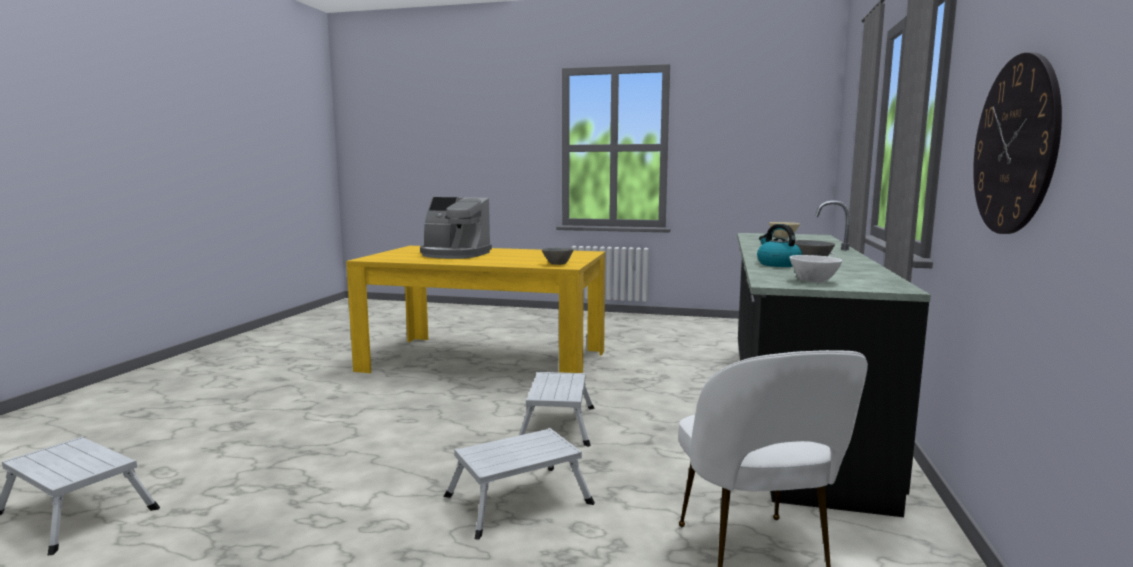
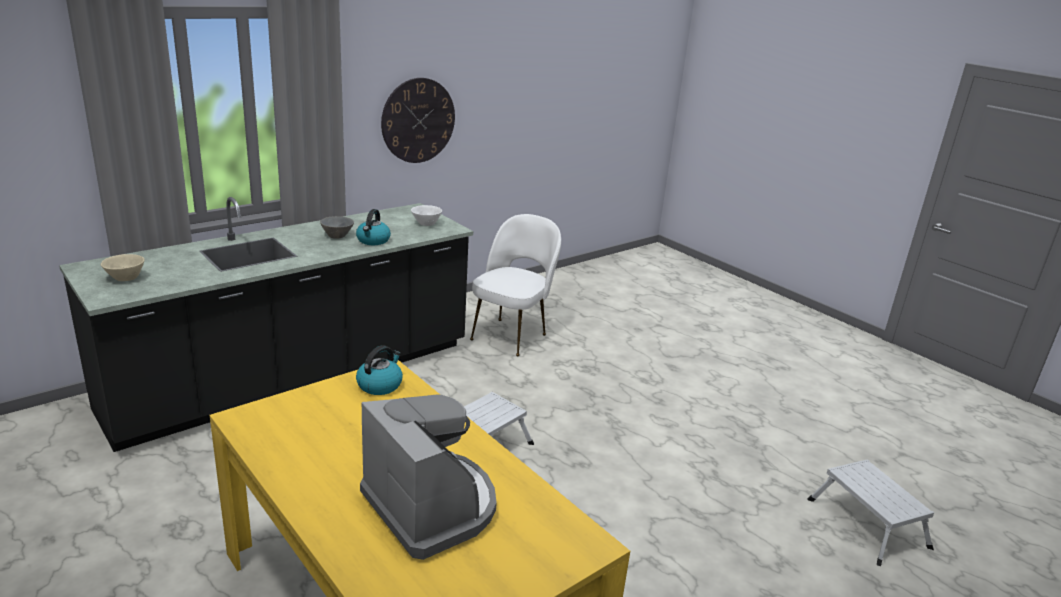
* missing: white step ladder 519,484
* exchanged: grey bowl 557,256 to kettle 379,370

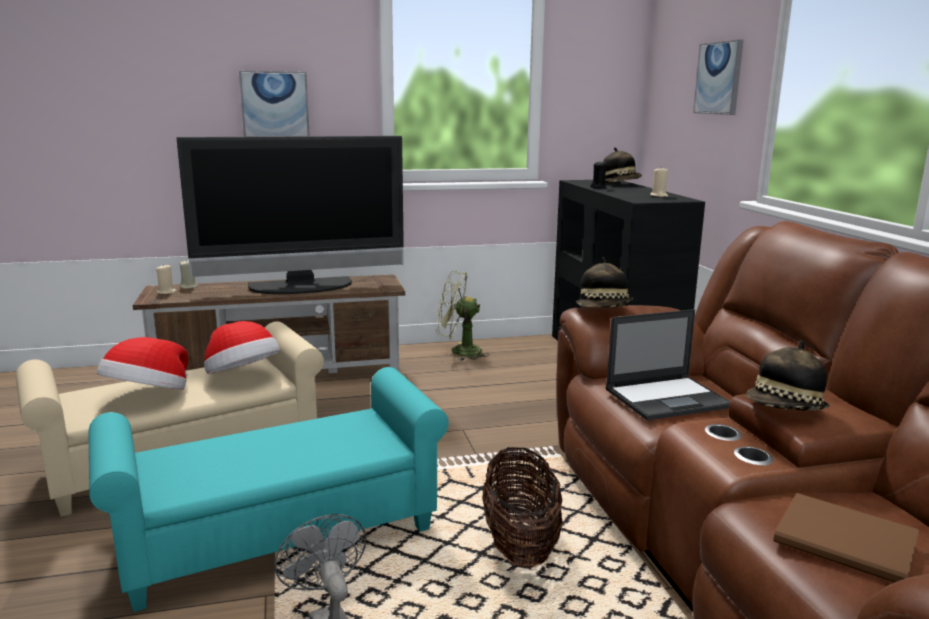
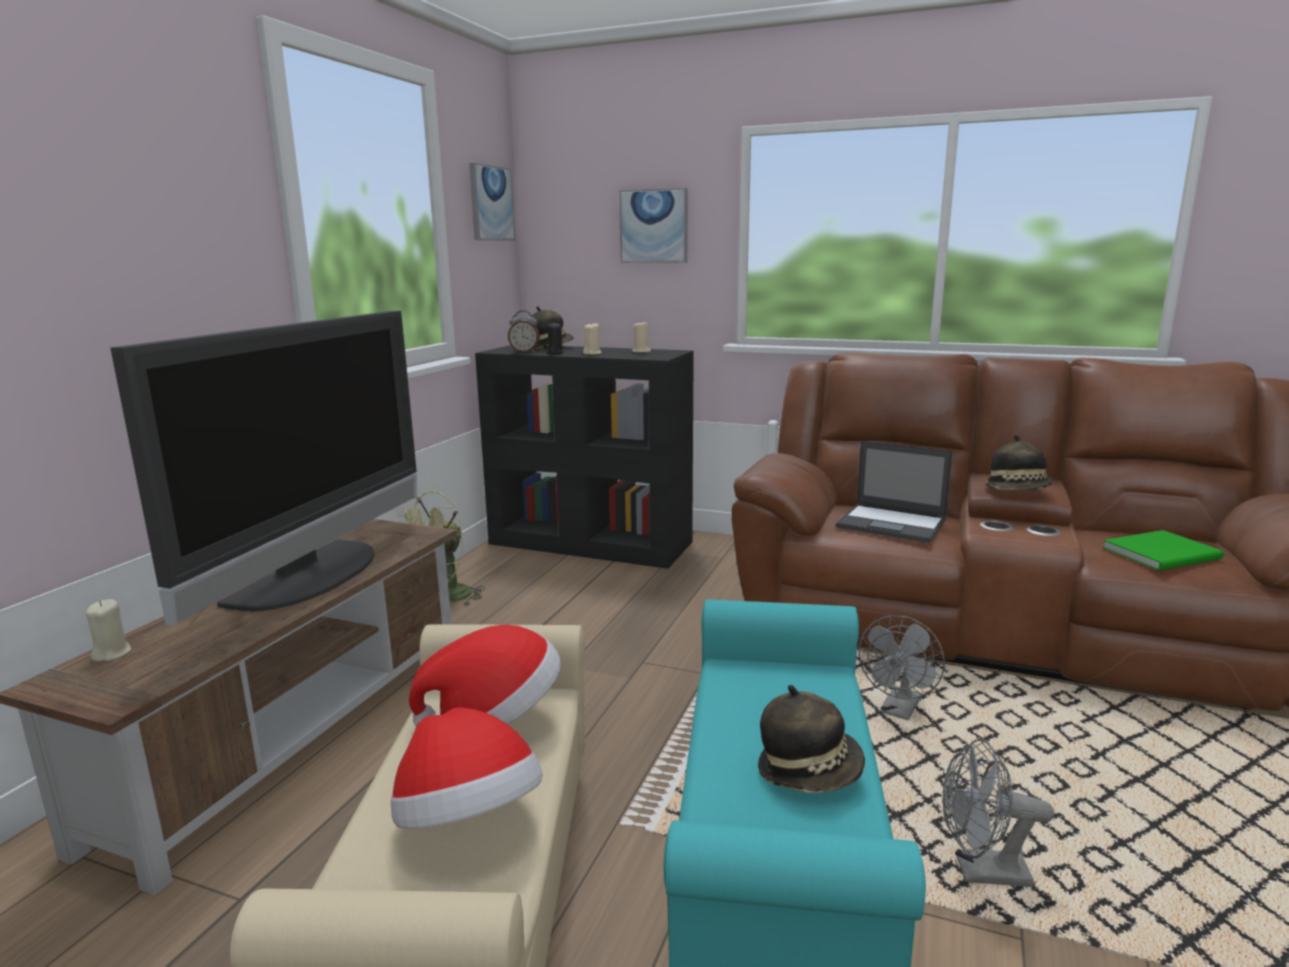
* relocated: beige candle 166,279 to 592,338
* relocated: picture 274,104 to 492,201
* exchanged: basket 522,507 to grey fan 902,668
* relocated: hat 604,282 to 811,739
* spun: laptop 668,365 = 894,492 105 degrees clockwise
* colour: brown book 846,538 to green book 1163,550
* appeared: alarm clock 524,332

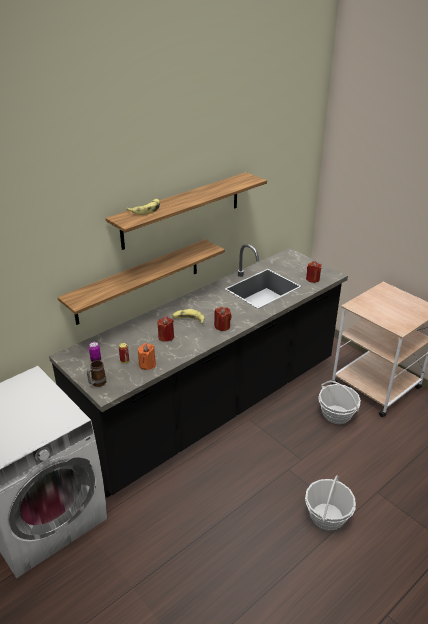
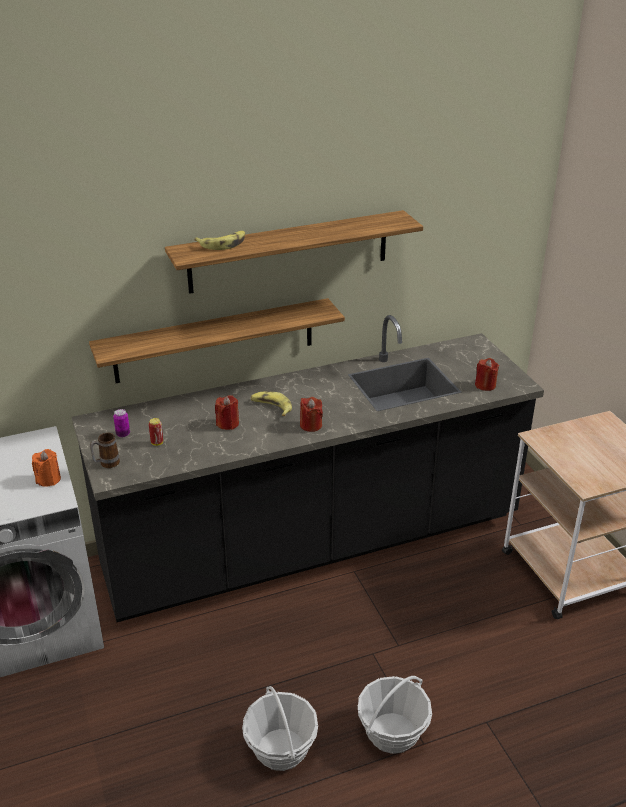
* relocated: orange candle 147,356 to 46,468
* relocated: basket 340,402 to 280,728

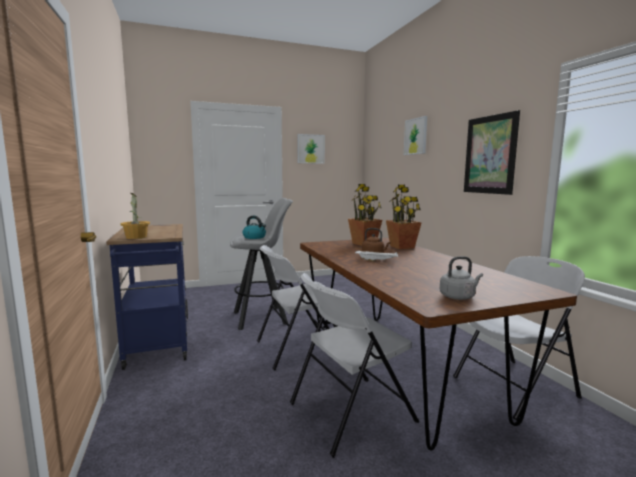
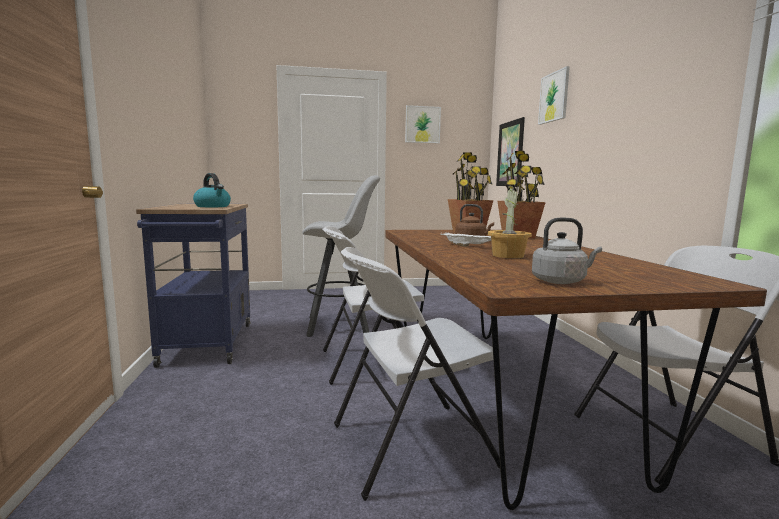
* relocated: potted plant 135,216 to 510,221
* relocated: kettle 254,227 to 212,190
* relocated: picture 492,152 to 510,151

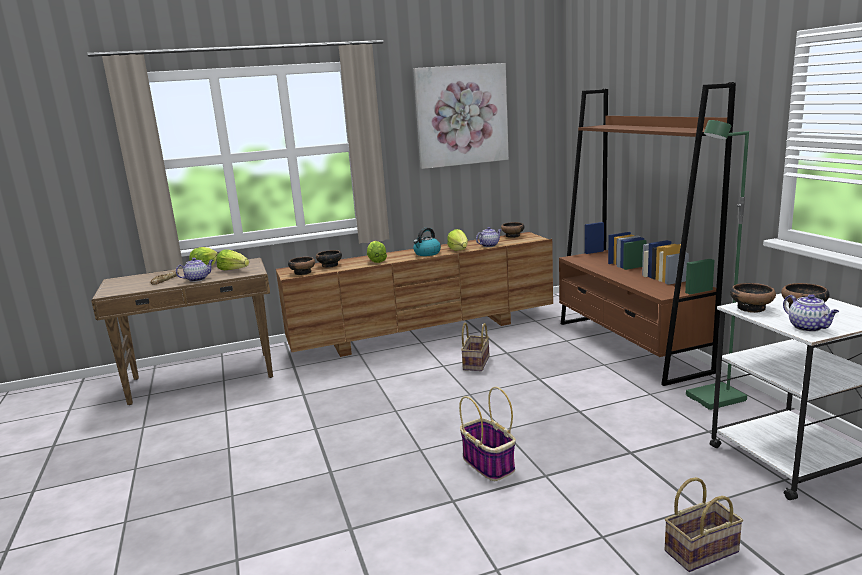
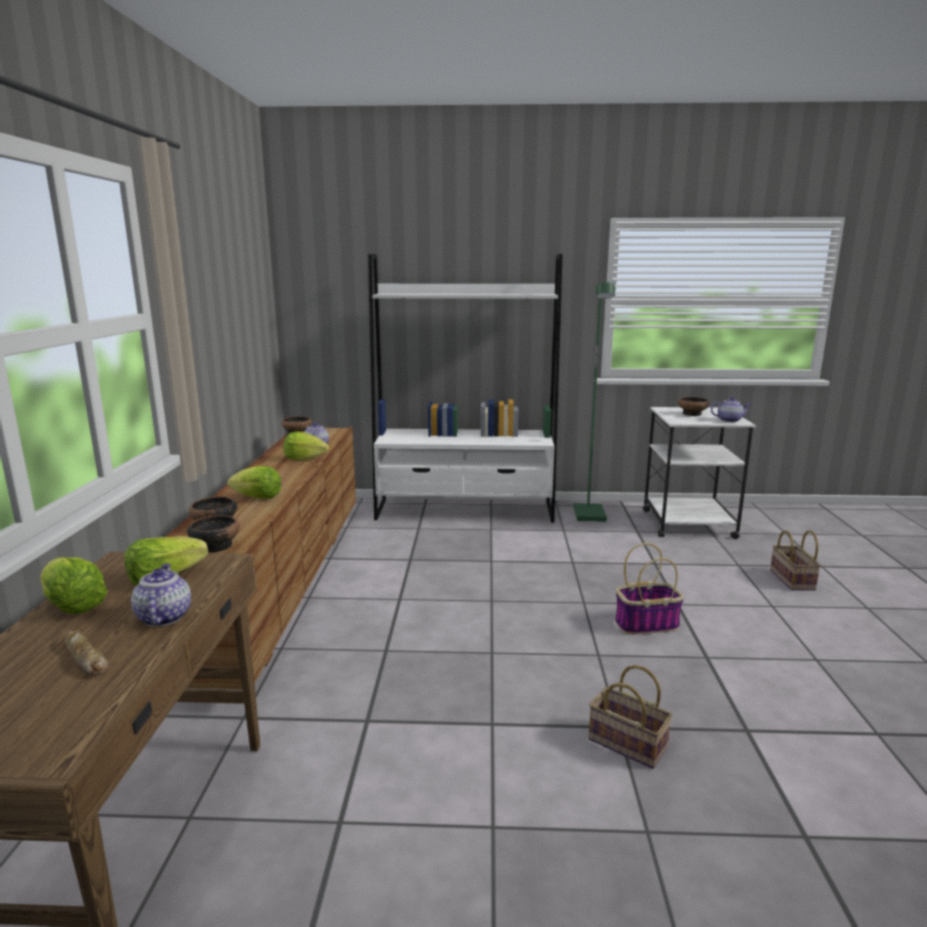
* missing: picture 461,116
* missing: kettle 427,242
* relocated: basket 475,346 to 631,717
* colour: brown bookcase 647,234 to white bookcase 465,388
* missing: bowl 753,298

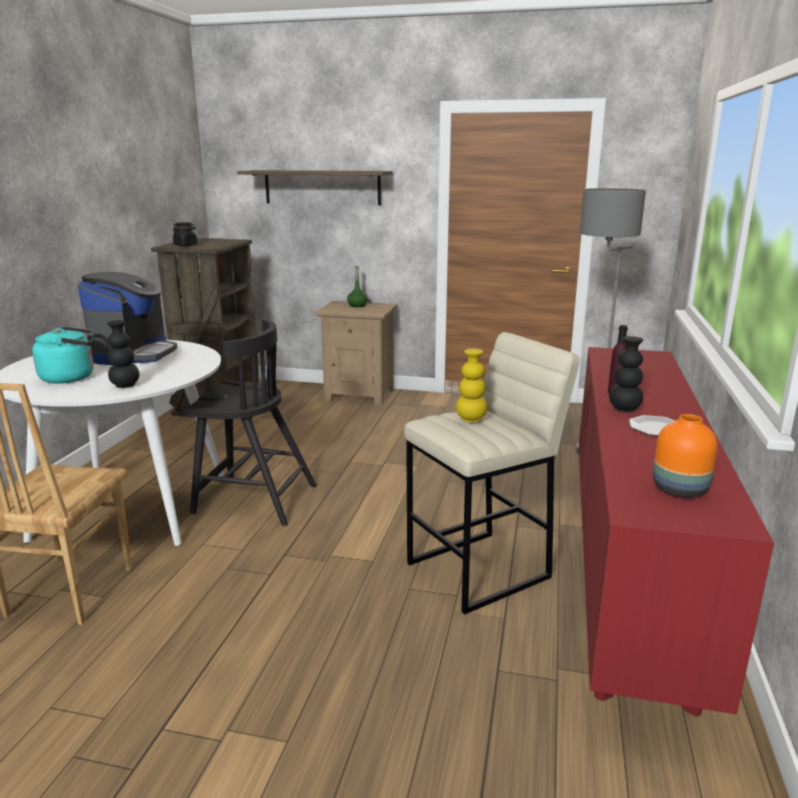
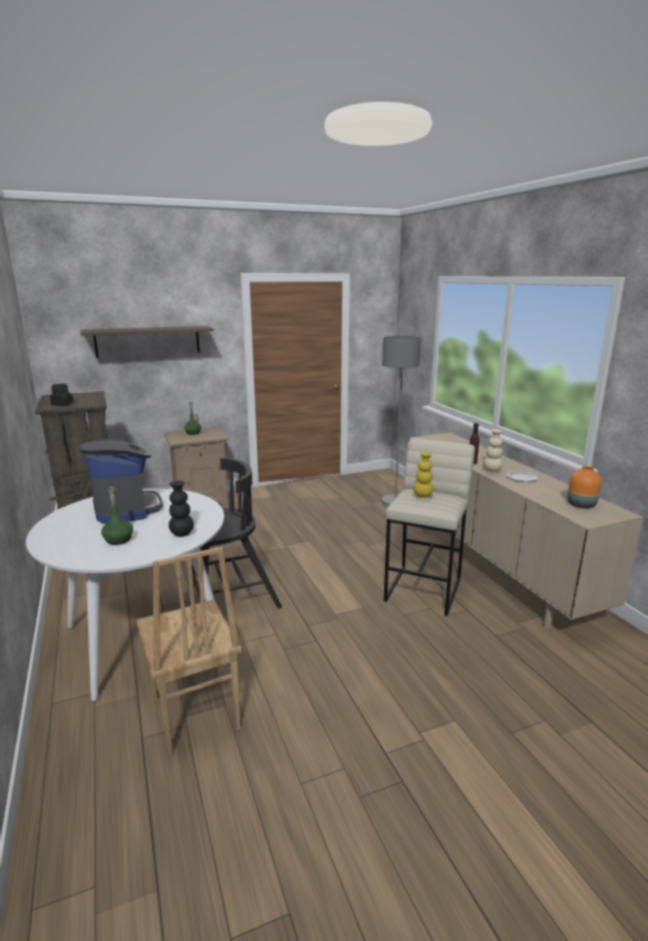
* exchanged: turquoise kettle 63,354 to green bottle 117,516
* colour: red cabinet 676,531 to beige cabinet 526,531
* colour: black vase 626,374 to beige vase 493,451

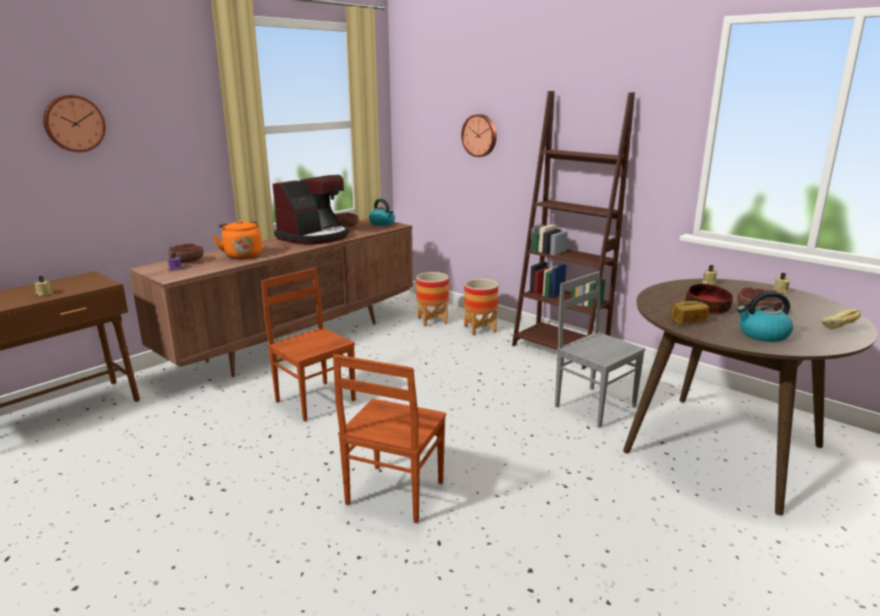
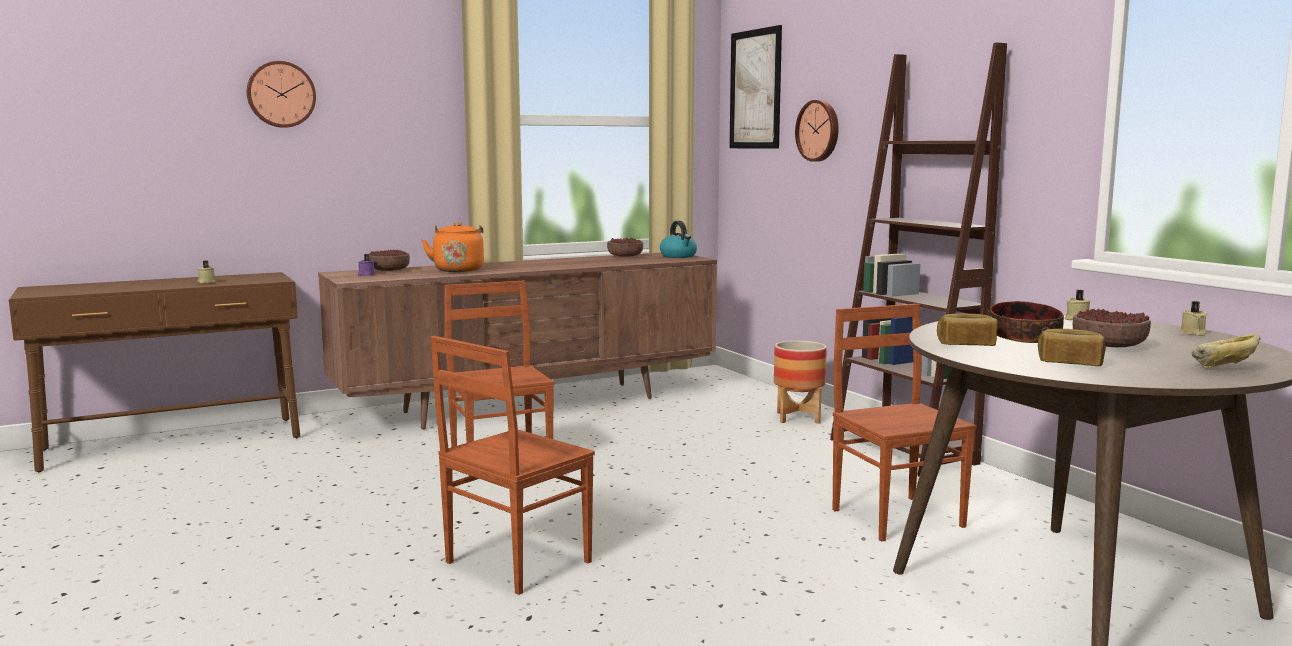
* missing: coffee machine 311,209
* missing: planter 432,299
* colour: grey chair 600,349 to brown chair 905,423
* exchanged: kettle 765,316 to bread 1072,347
* appeared: picture 755,87

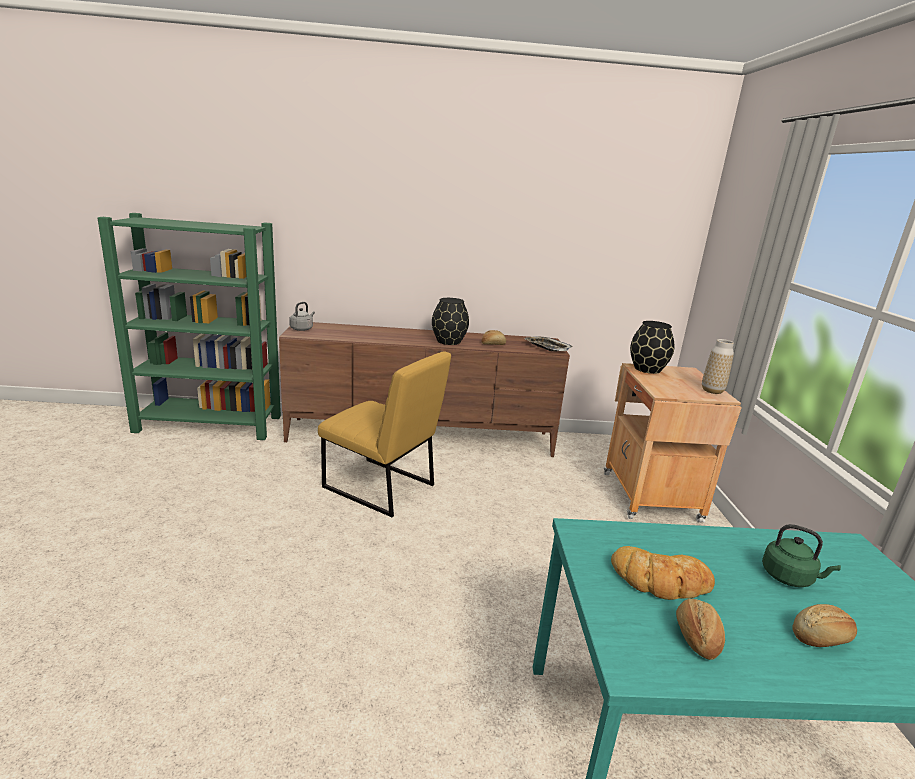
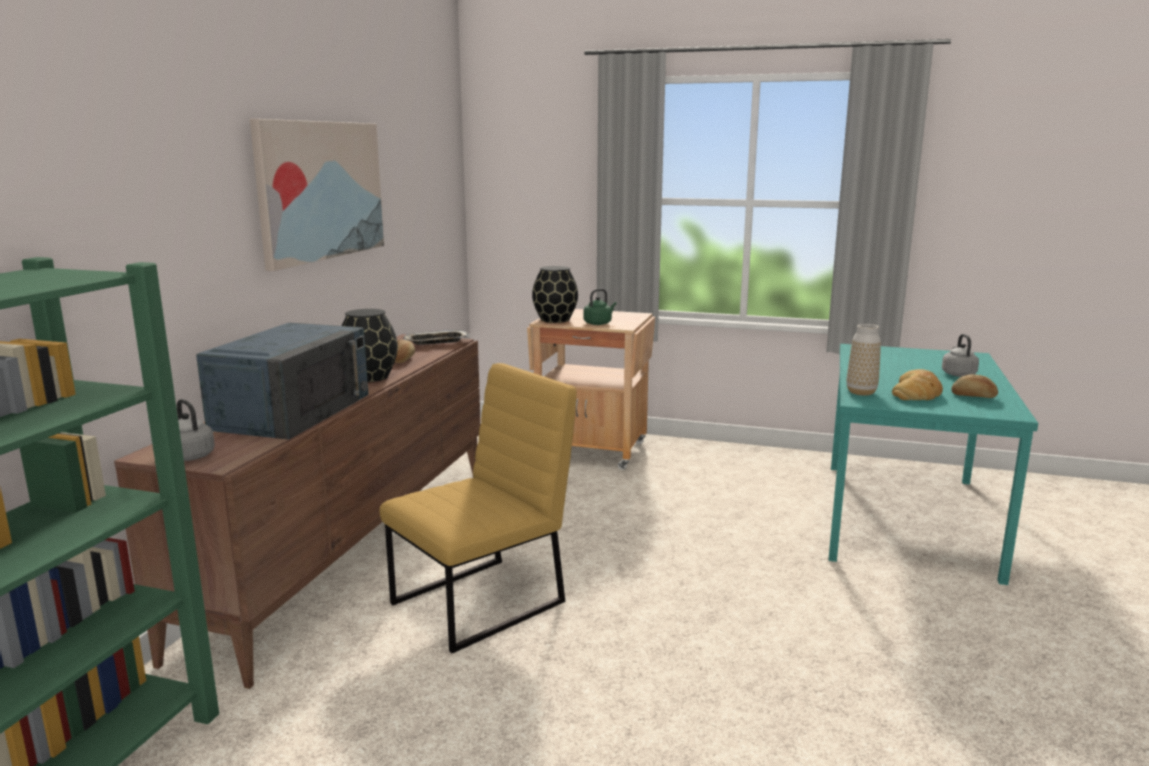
* relocated: vase 718,366 to 864,360
* relocated: green kettle 801,555 to 599,307
* exchanged: bread 824,625 to grey kettle 960,355
* appeared: blue microwave 282,381
* appeared: picture 317,195

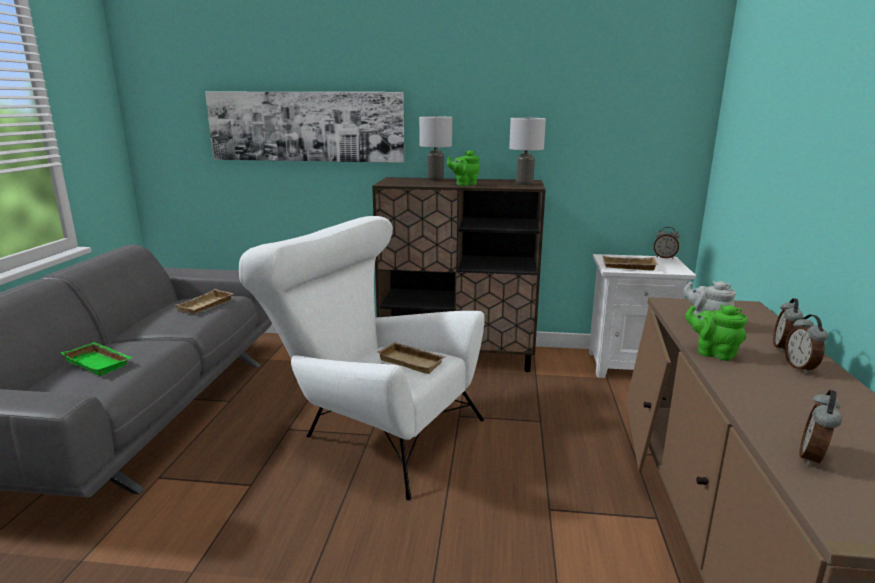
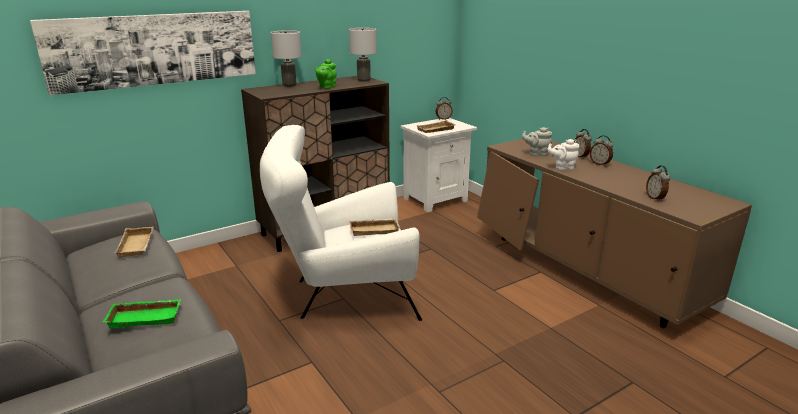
* colour: green teapot 716,333 to white teapot 563,154

